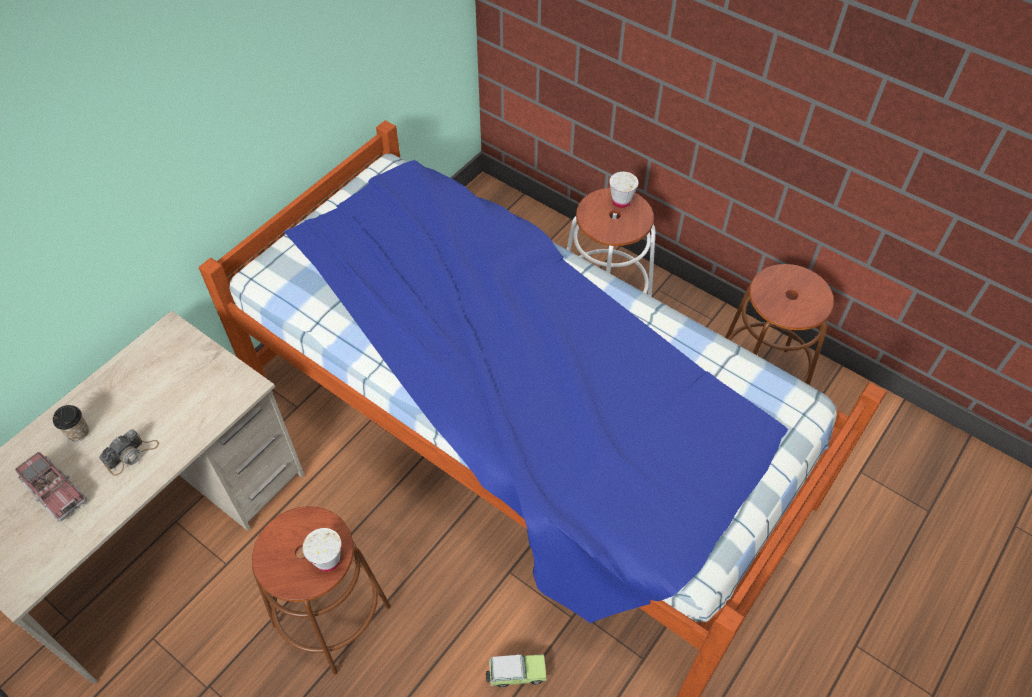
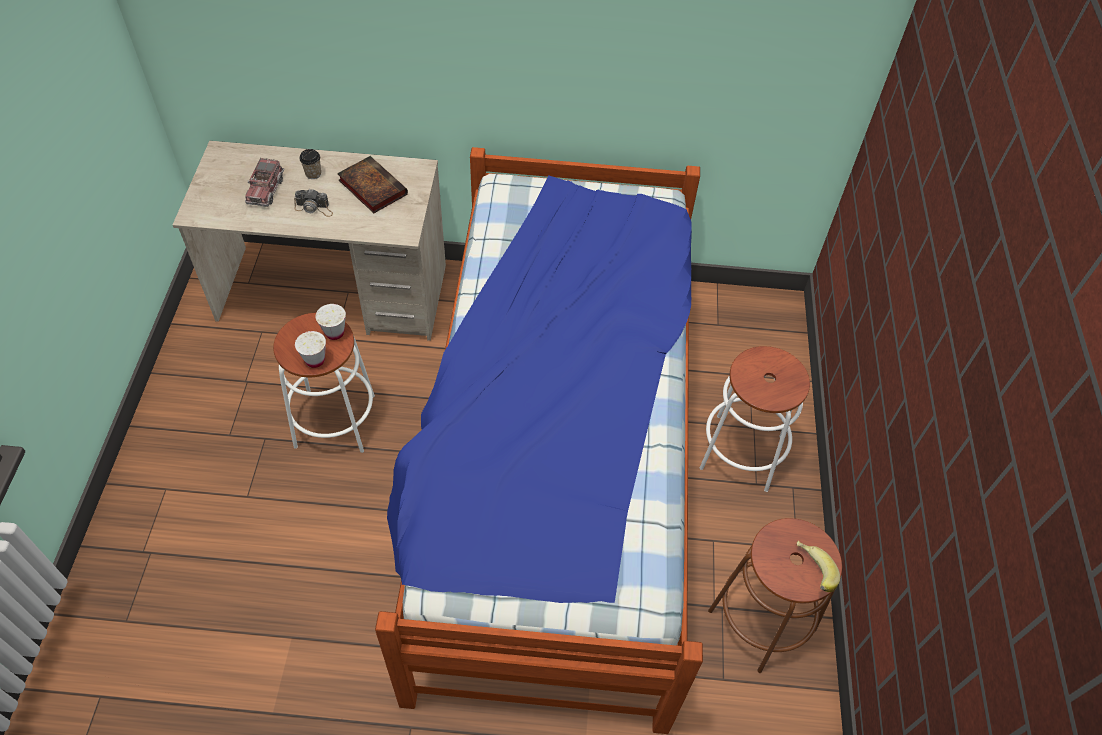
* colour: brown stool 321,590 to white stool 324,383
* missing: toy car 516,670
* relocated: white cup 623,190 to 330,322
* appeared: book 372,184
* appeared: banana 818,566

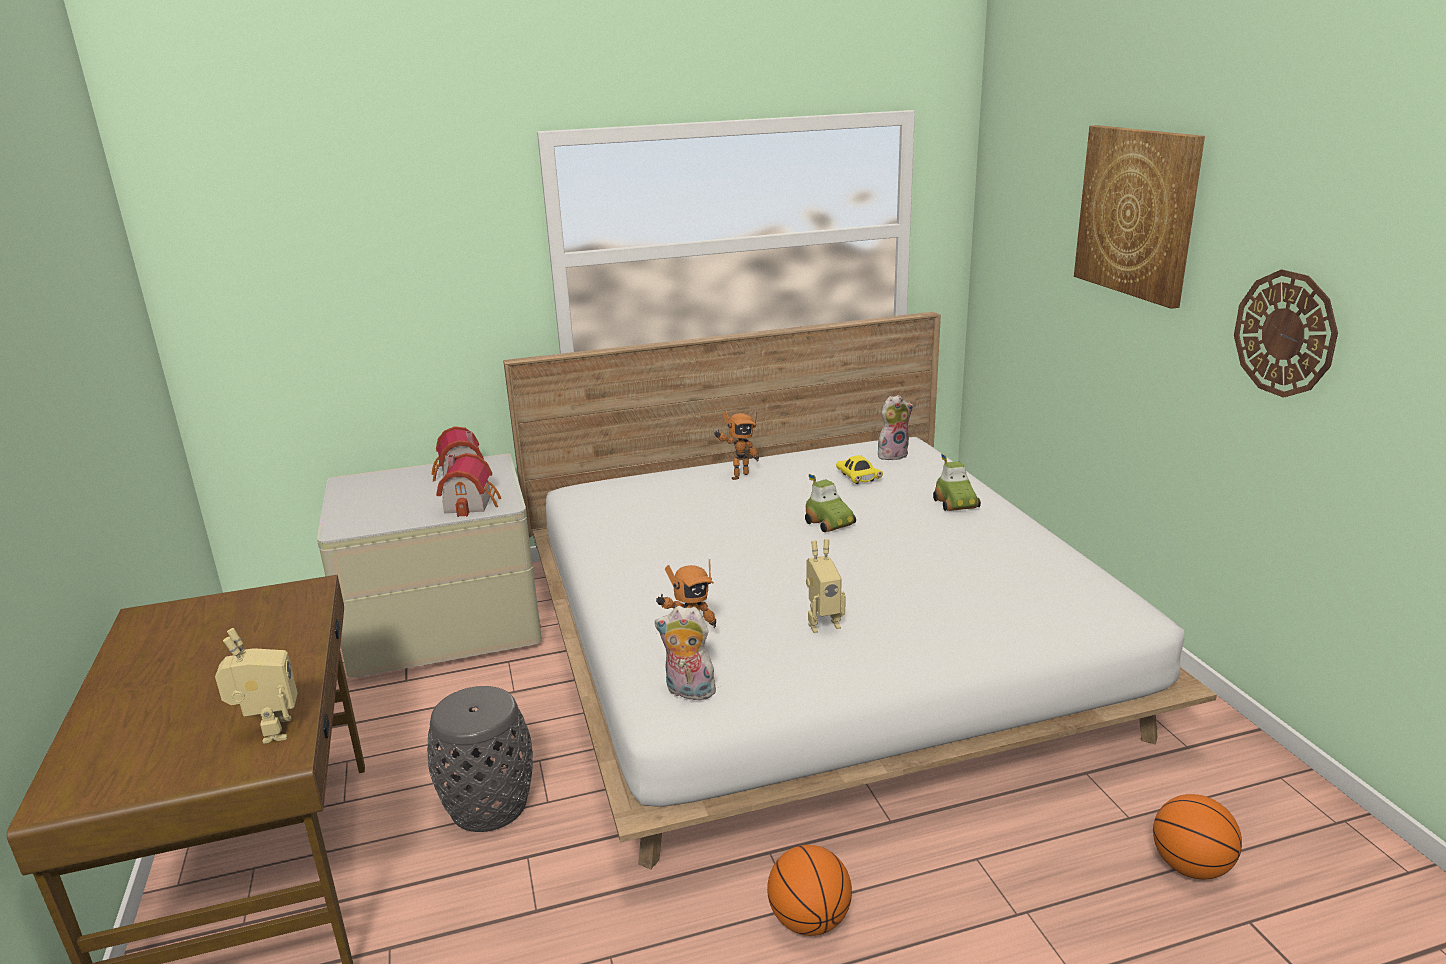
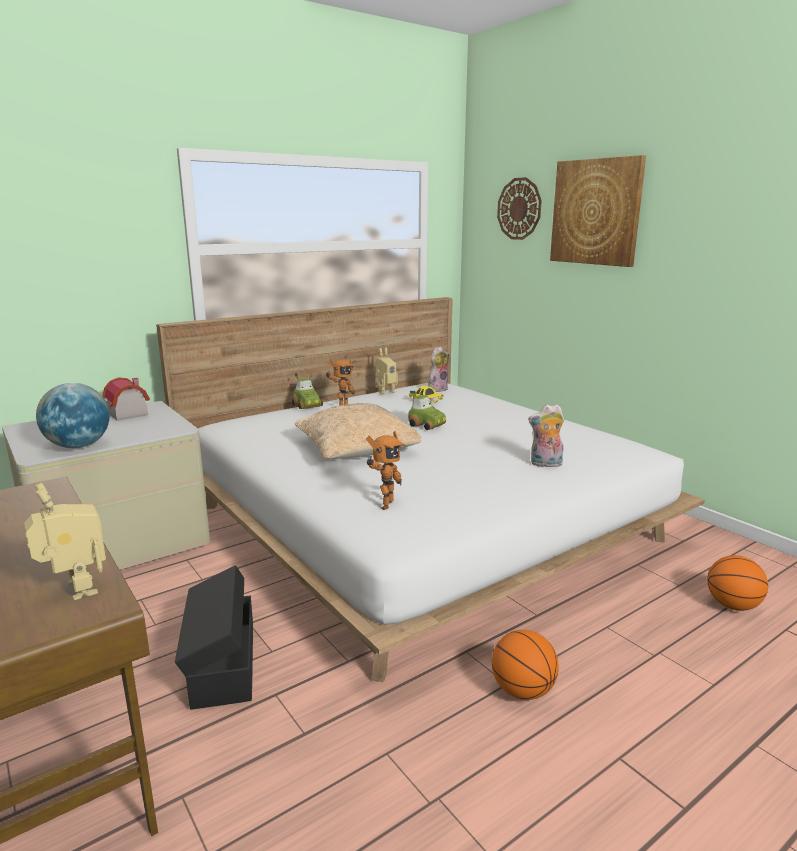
* exchanged: grey stool 480,759 to black storage box 214,637
* missing: toy house 468,485
* relocated: plush toy 685,653 to 546,435
* relocated: toy robot 826,586 to 387,371
* relocated: toy car 957,482 to 307,391
* relocated: wall clock 1286,334 to 519,208
* appeared: globe 73,415
* appeared: beige pillow 358,431

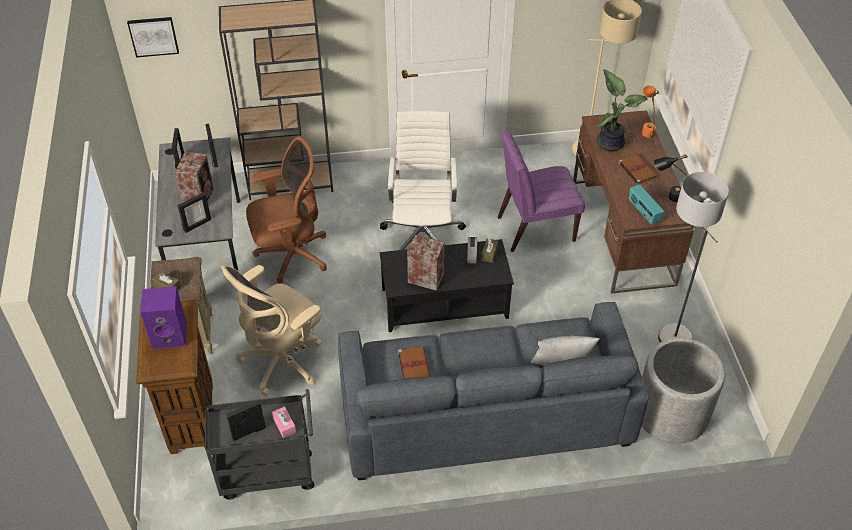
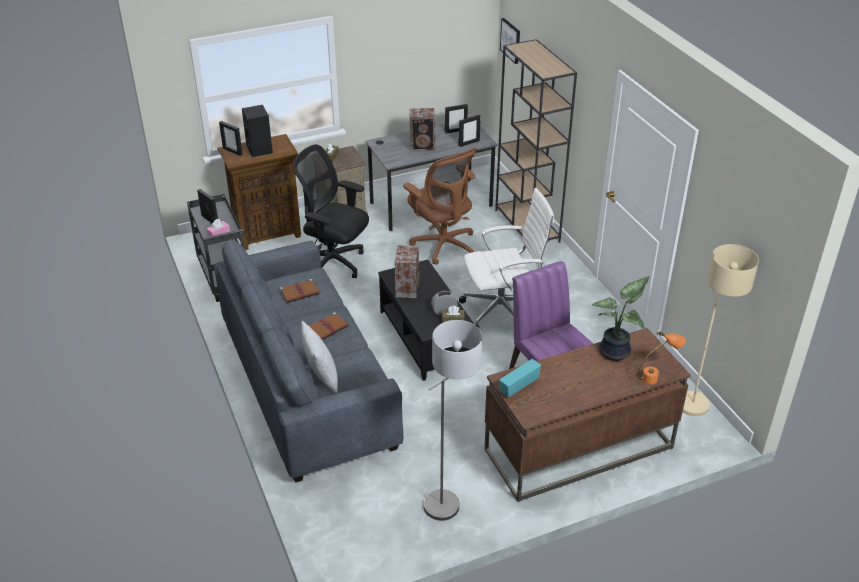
* colour: purple speaker 163,317 to black speaker 257,131
* relocated: picture frame 194,212 to 231,138
* colour: beige office chair 271,330 to black office chair 331,211
* relocated: brown book 638,169 to 329,326
* missing: grey planter 683,391
* missing: black table lamp 671,178

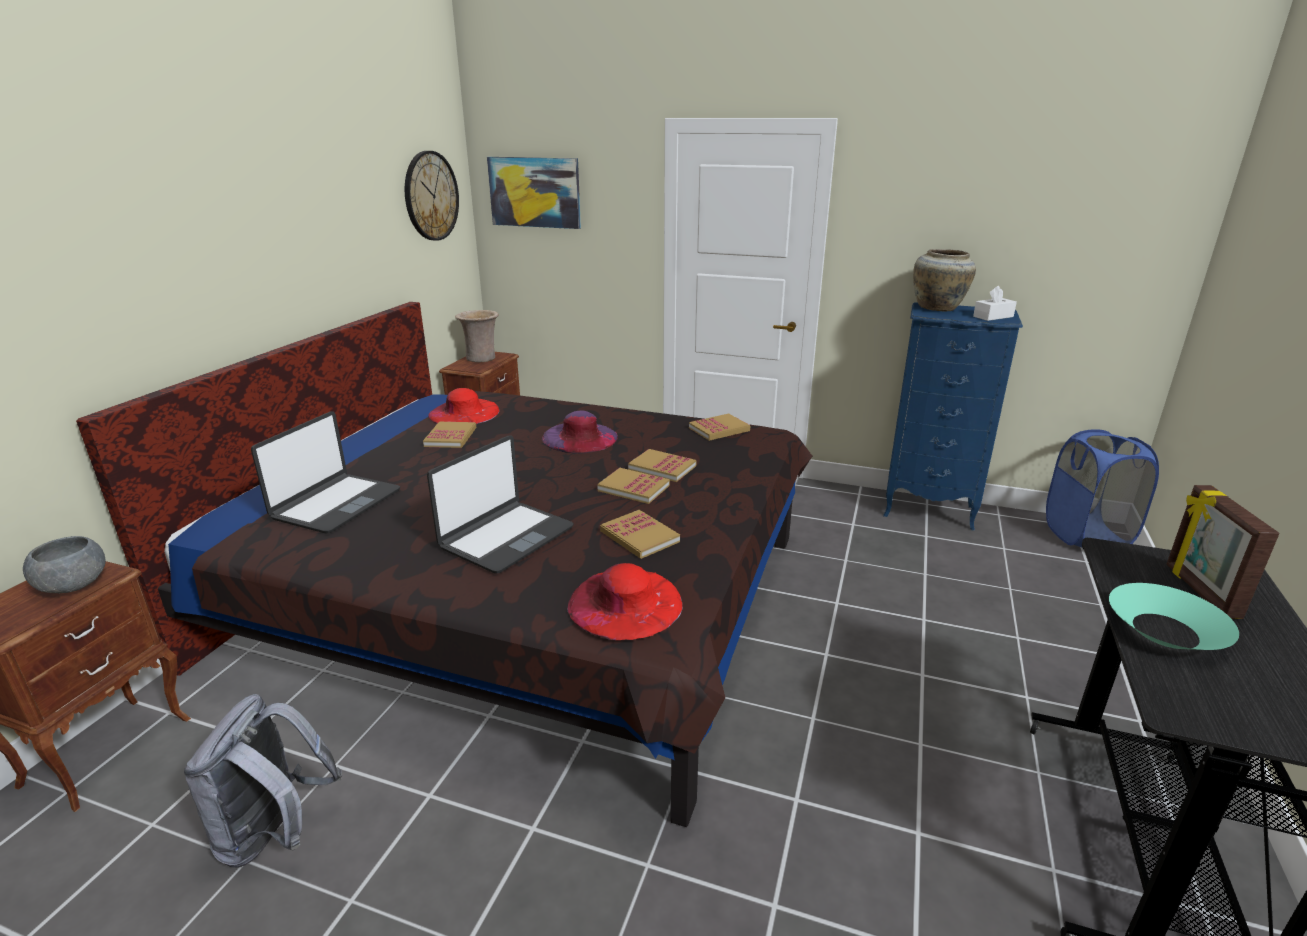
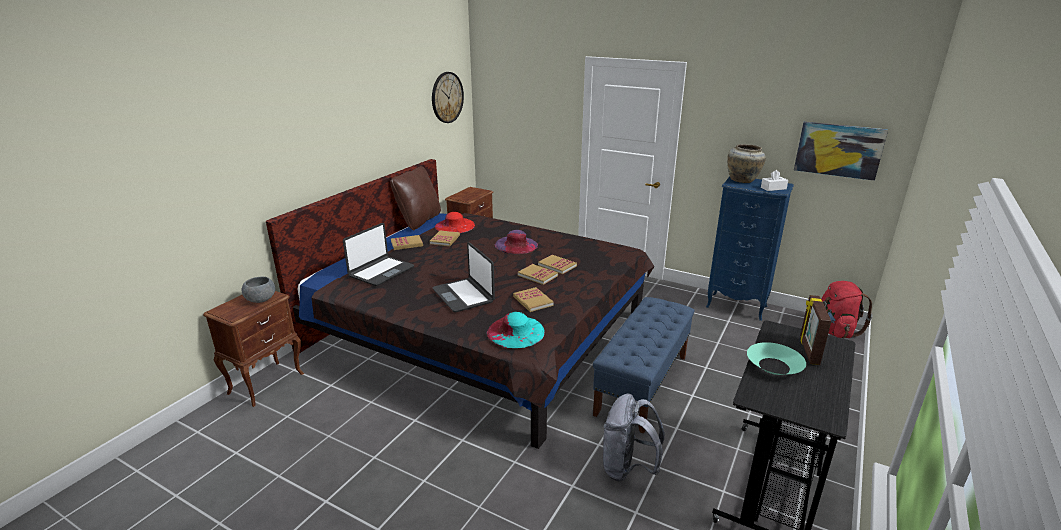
* relocated: grey backpack 263,781 to 634,437
* spun: laptop 500,504 = 463,277 105 degrees clockwise
* missing: beige vase 477,336
* relocated: picture 534,193 to 841,151
* colour: red hat 625,601 to turquoise hat 516,330
* relocated: book 719,427 to 407,242
* exchanged: blue laundry basket 1102,488 to red backpack 847,309
* appeared: brown pillow 415,198
* appeared: blue bench 644,365

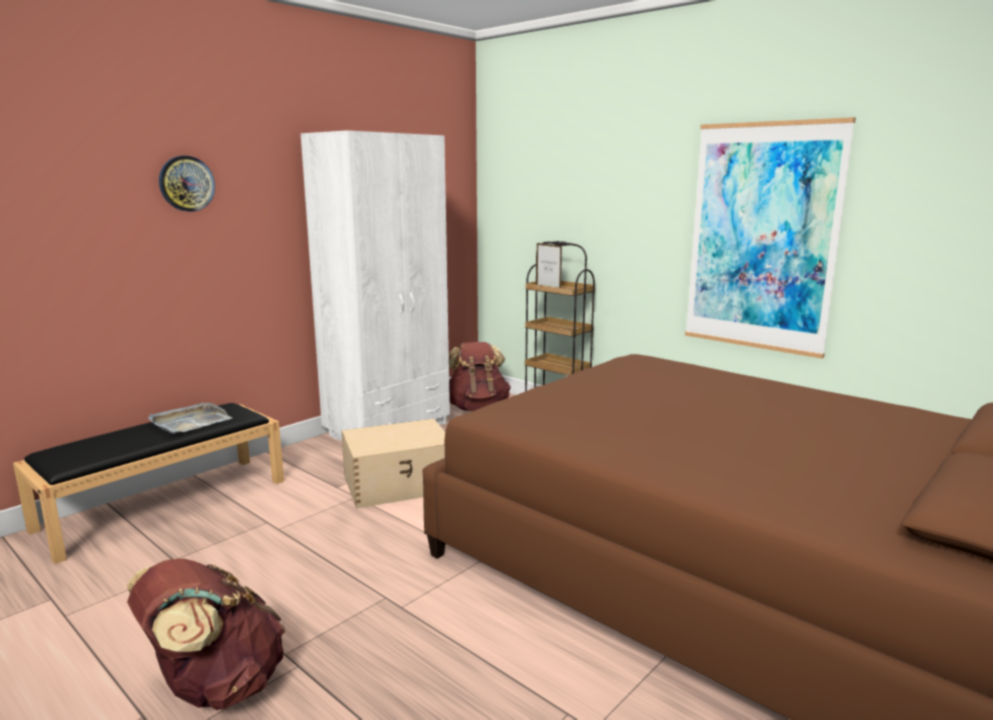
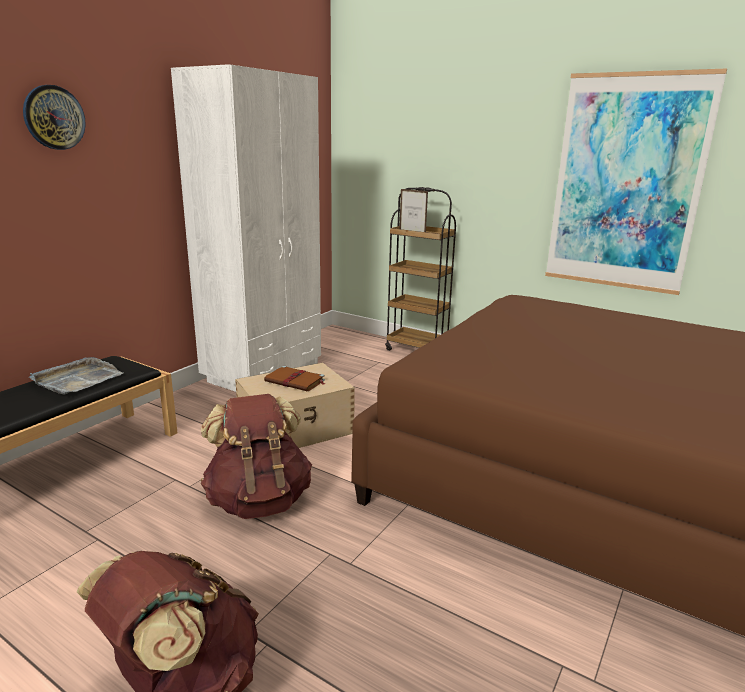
* relocated: brown backpack 480,376 to 256,456
* appeared: brown book 295,378

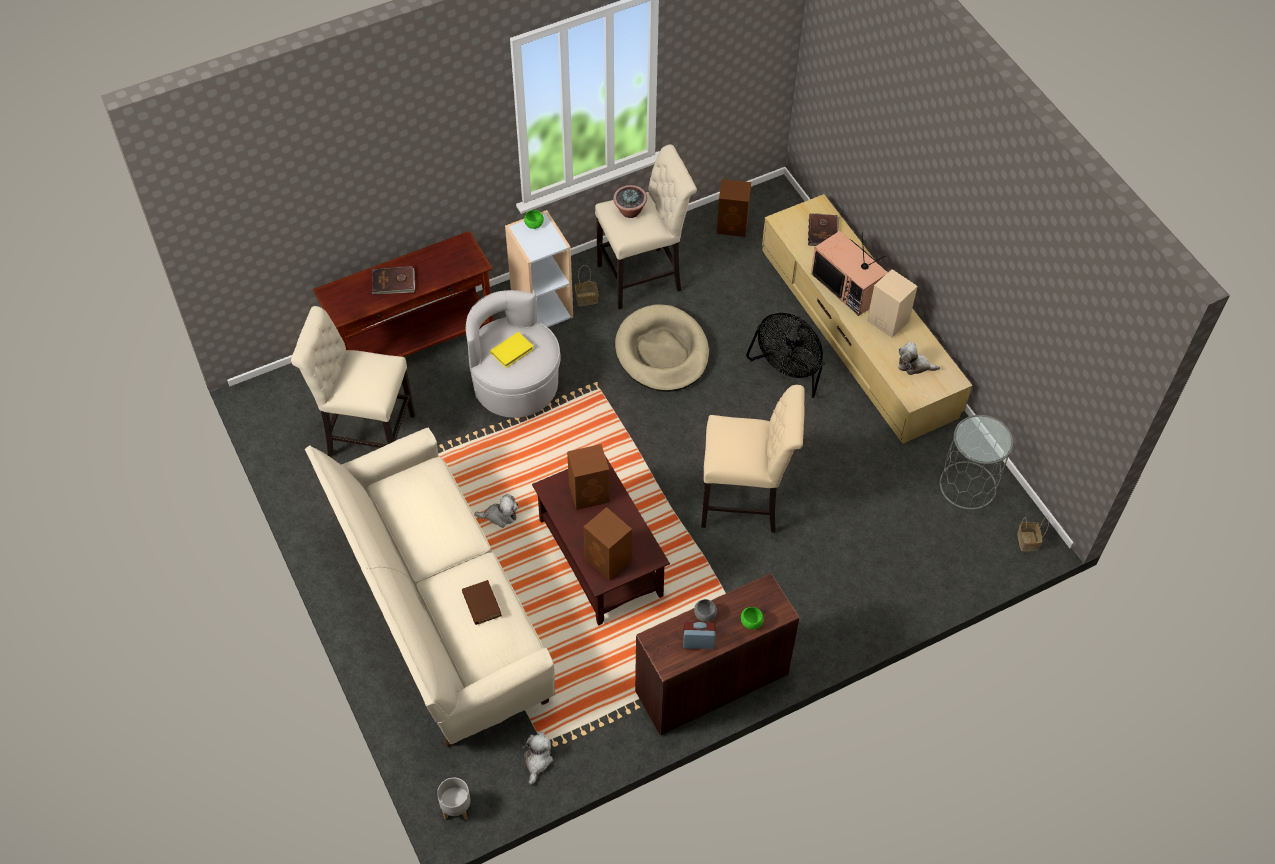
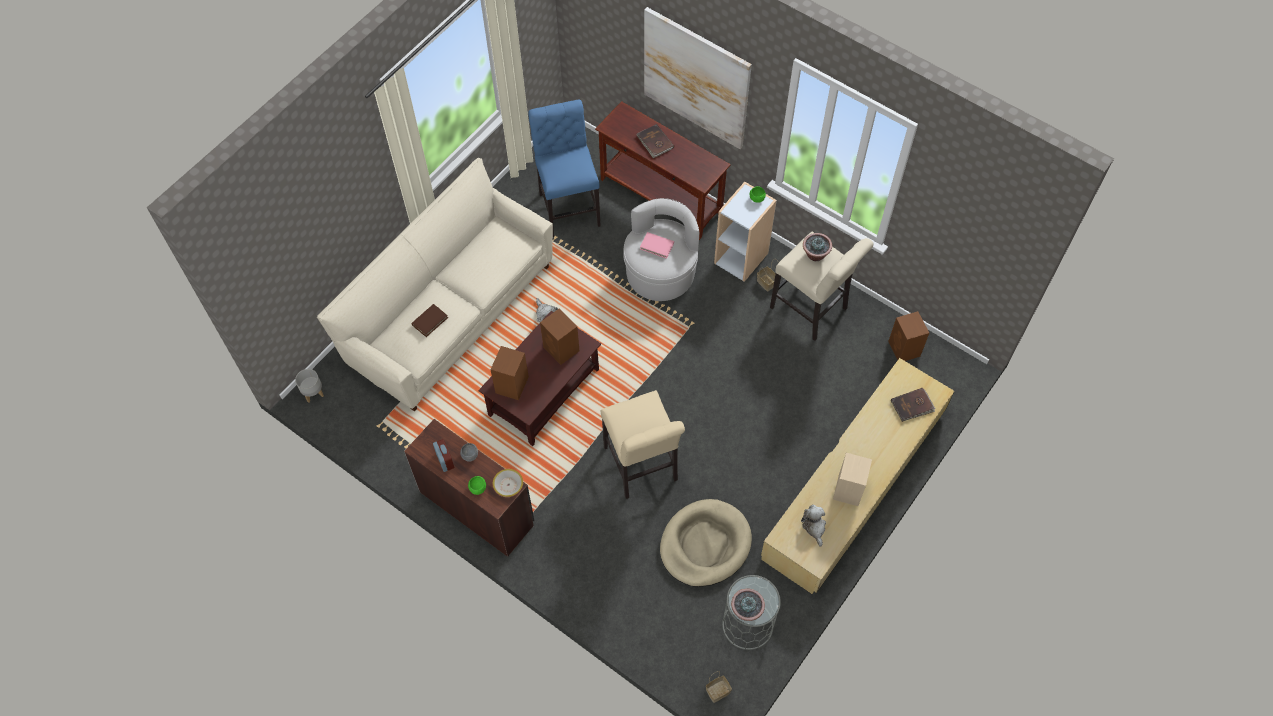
* colour: beige stool 353,381 to blue stool 564,168
* colour: yellow book 512,350 to pink book 657,245
* missing: plush toy 537,759
* relocated: beige dog bed 662,348 to 706,543
* missing: black fan 785,355
* missing: television 849,273
* appeared: bowl 508,483
* appeared: picture 698,78
* appeared: potted plant 748,604

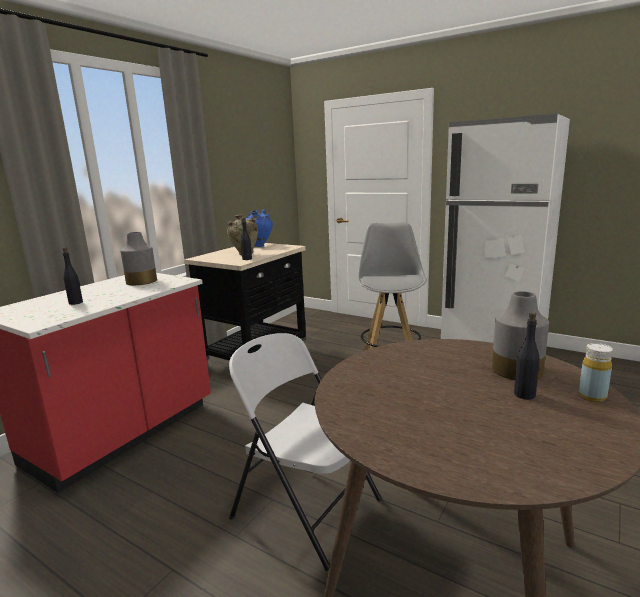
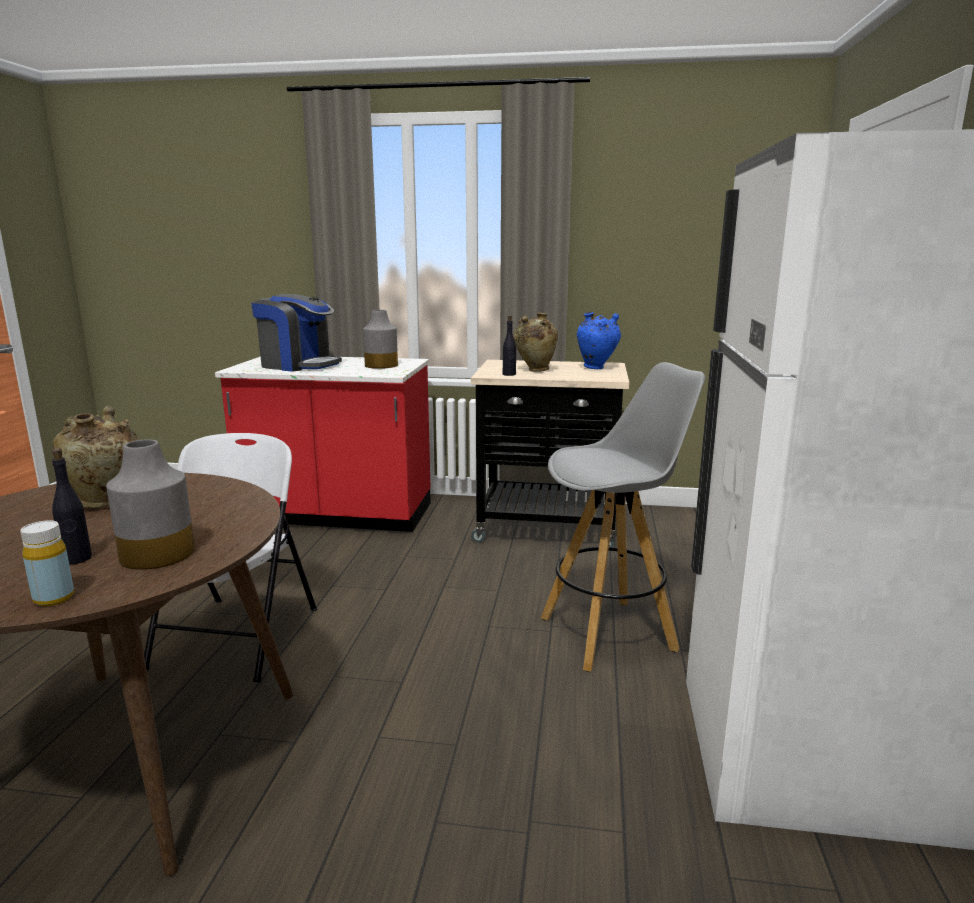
* exchanged: black bottle 73,276 to coffee machine 296,333
* appeared: beige vase 96,457

